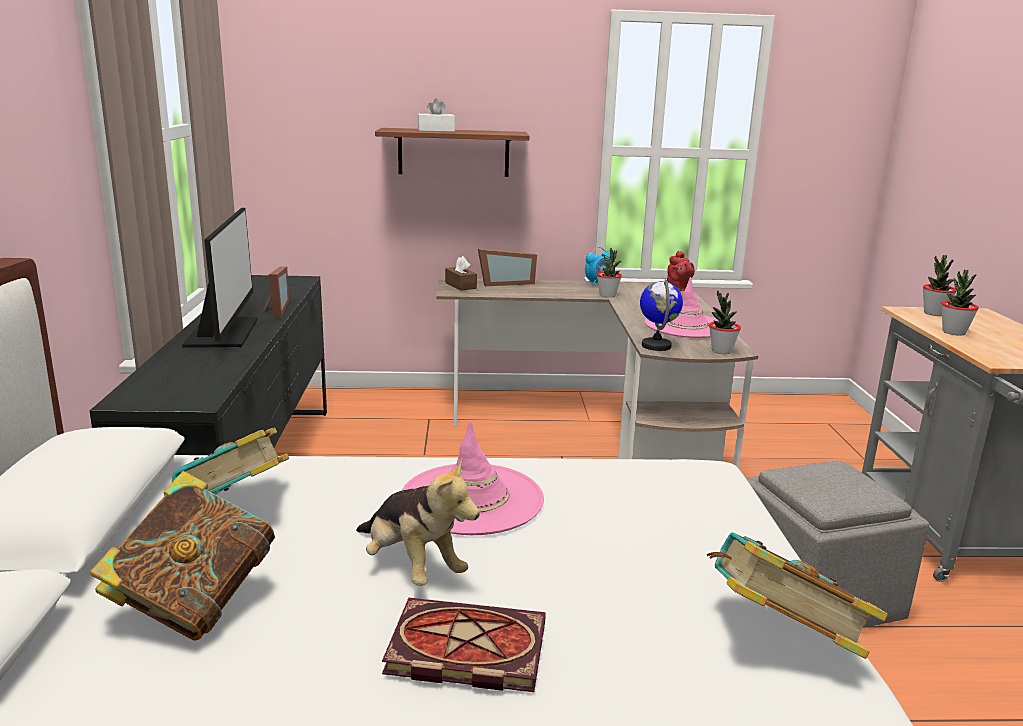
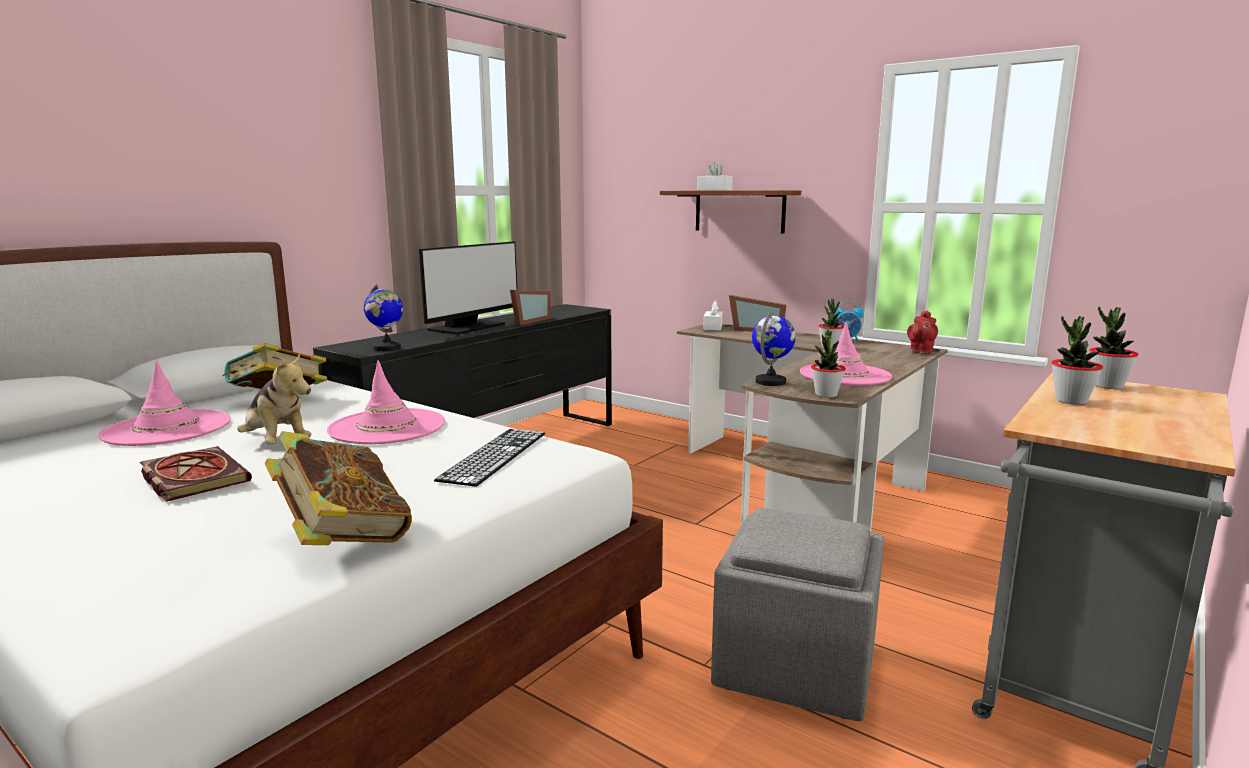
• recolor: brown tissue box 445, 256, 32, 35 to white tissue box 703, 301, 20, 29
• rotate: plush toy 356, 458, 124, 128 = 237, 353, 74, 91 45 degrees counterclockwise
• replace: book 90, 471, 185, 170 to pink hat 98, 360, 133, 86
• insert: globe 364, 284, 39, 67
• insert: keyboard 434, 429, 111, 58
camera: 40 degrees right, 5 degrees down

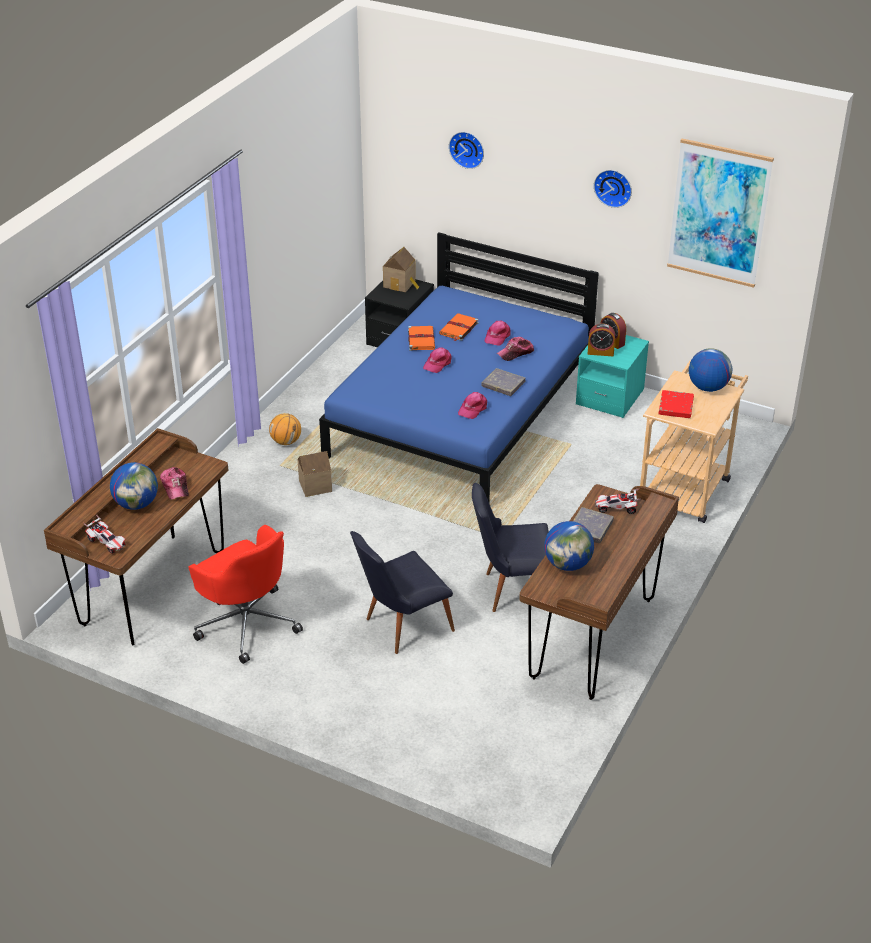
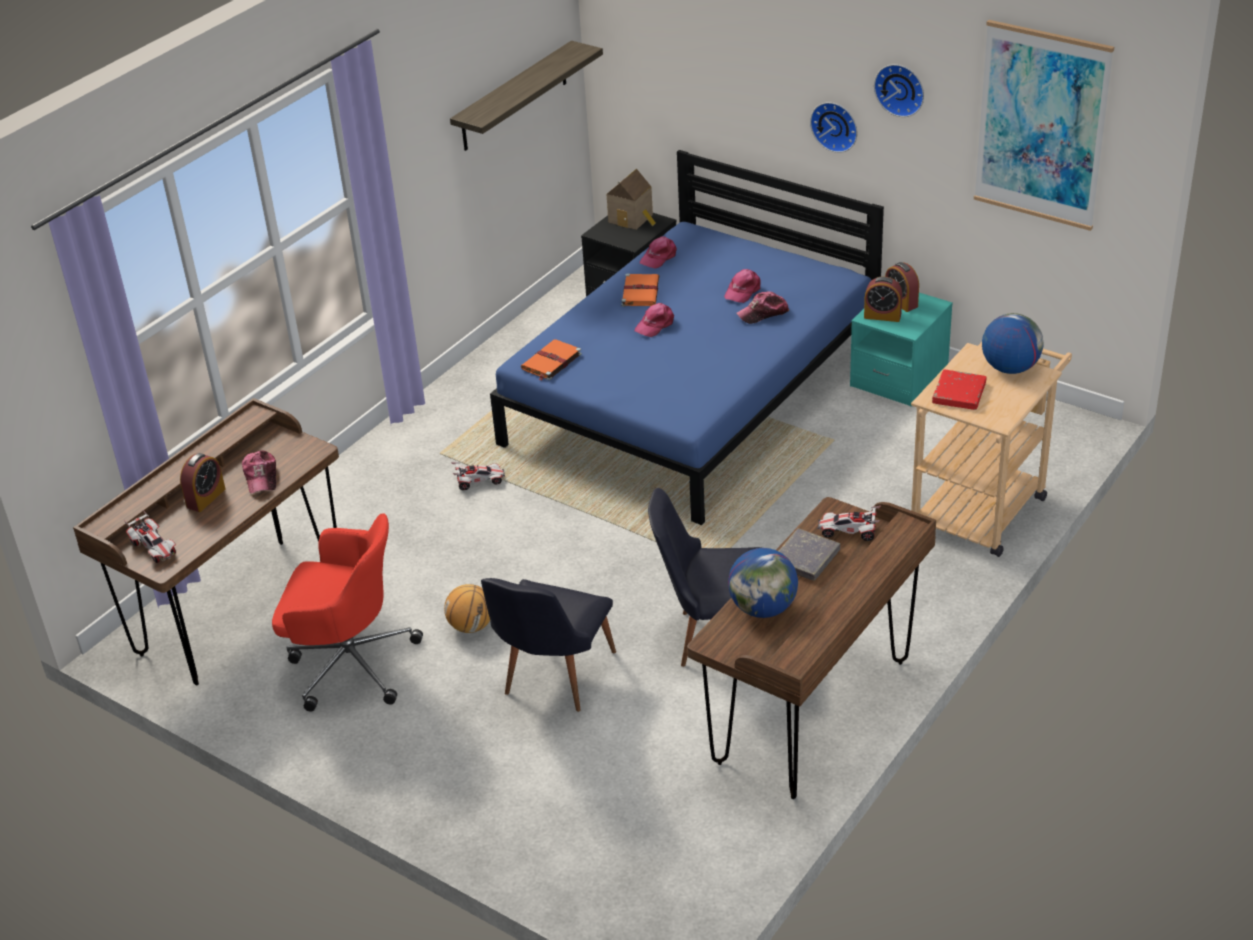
• move: wall clock 449, 132, 35, 37 to 810, 102, 47, 51
• move: orange book 439, 313, 40, 28 to 521, 339, 61, 42
• delete: grey book 481, 368, 44, 28
• move: pink cap 458, 392, 29, 27 to 640, 237, 37, 32
• move: basketball 269, 413, 32, 32 to 444, 584, 46, 49
• replace: toy house 297, 451, 35, 46 to toy car 451, 462, 54, 28
• replace: globe 110, 462, 48, 48 to alarm clock 180, 453, 45, 59
• rotate: red office chair 188, 525, 115, 139 = 272, 513, 151, 199 45 degrees counterclockwise
• rotate: black chair 350, 531, 105, 123 = 481, 578, 135, 134 45 degrees counterclockwise
• insert: shelf 450, 41, 153, 110
camera: 10 degrees right, 0 degrees up

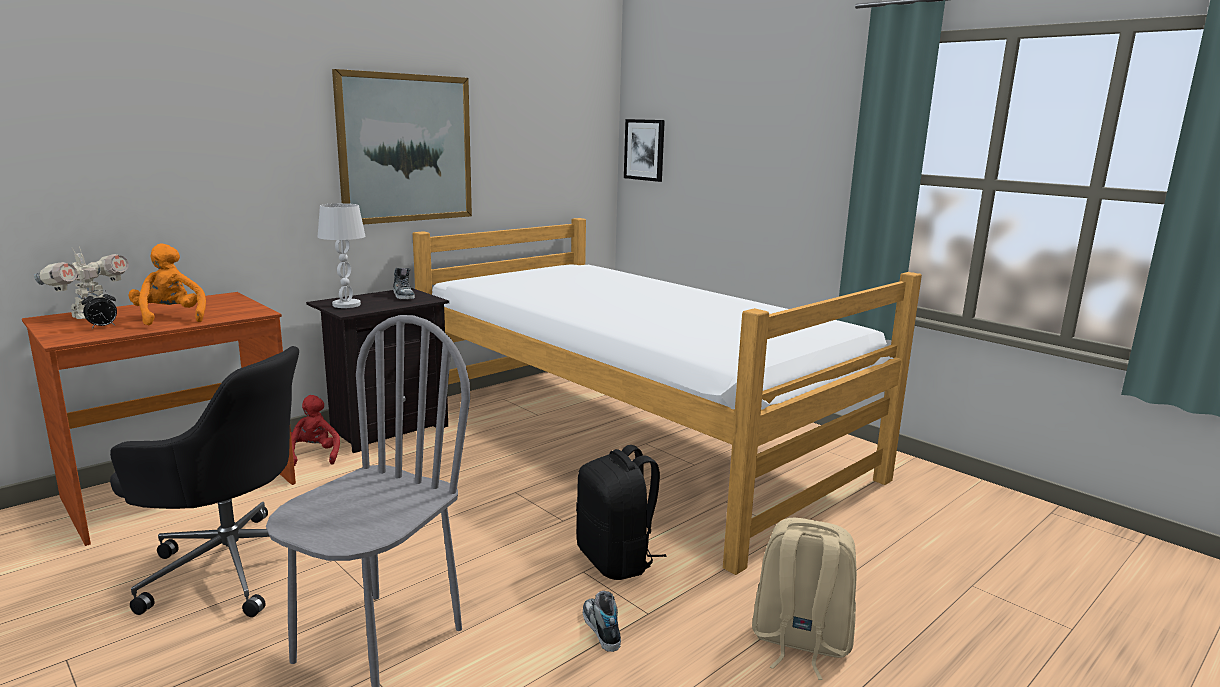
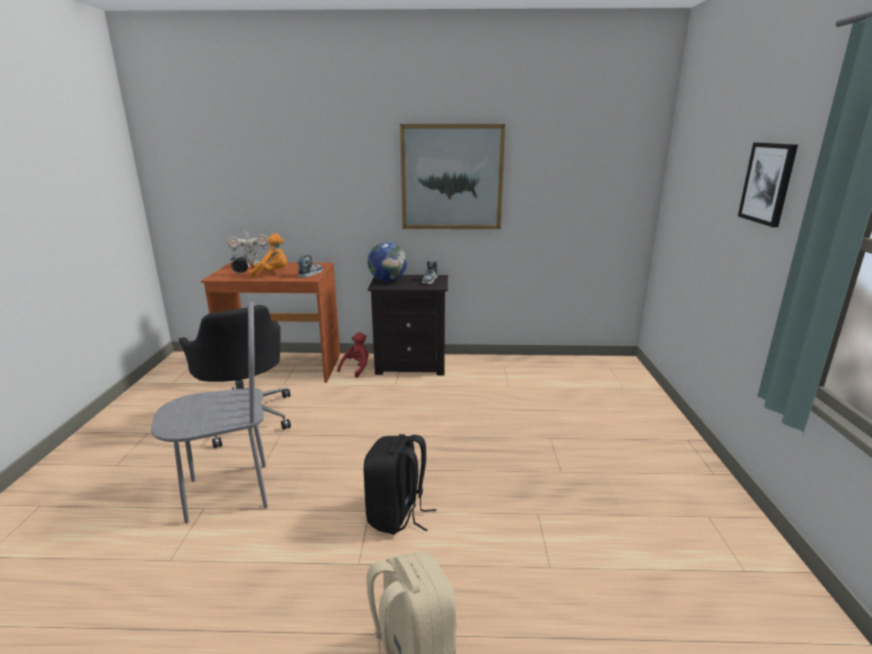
• move: picture 624, 119, 41, 63 to 738, 143, 60, 84
• replace: white table lamp 318, 203, 48, 105 to globe 368, 242, 39, 40
• delete: bed 413, 218, 509, 357
• rotate: orange plush toy 128, 243, 78, 83 = 249, 233, 38, 45 75 degrees clockwise
• move: shoe 583, 591, 38, 61 to 297, 254, 26, 24
camera: 45 degrees right, 5 degrees up

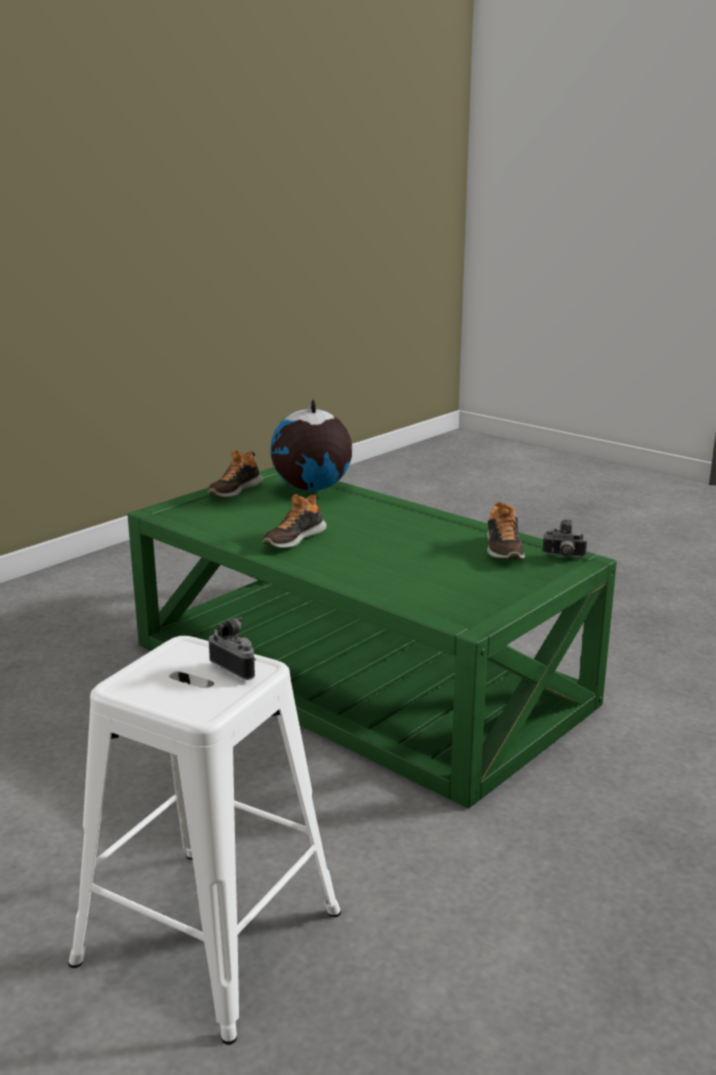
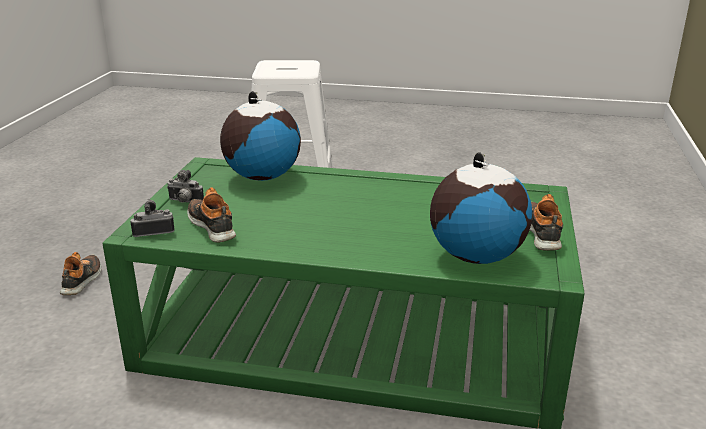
• move: shoe 263, 494, 64, 54 to 60, 252, 41, 43
• move: photo camera 209, 617, 47, 63 to 167, 170, 37, 33
• insert: globe 220, 91, 81, 90
camera: 150 degrees right, 5 degrees up

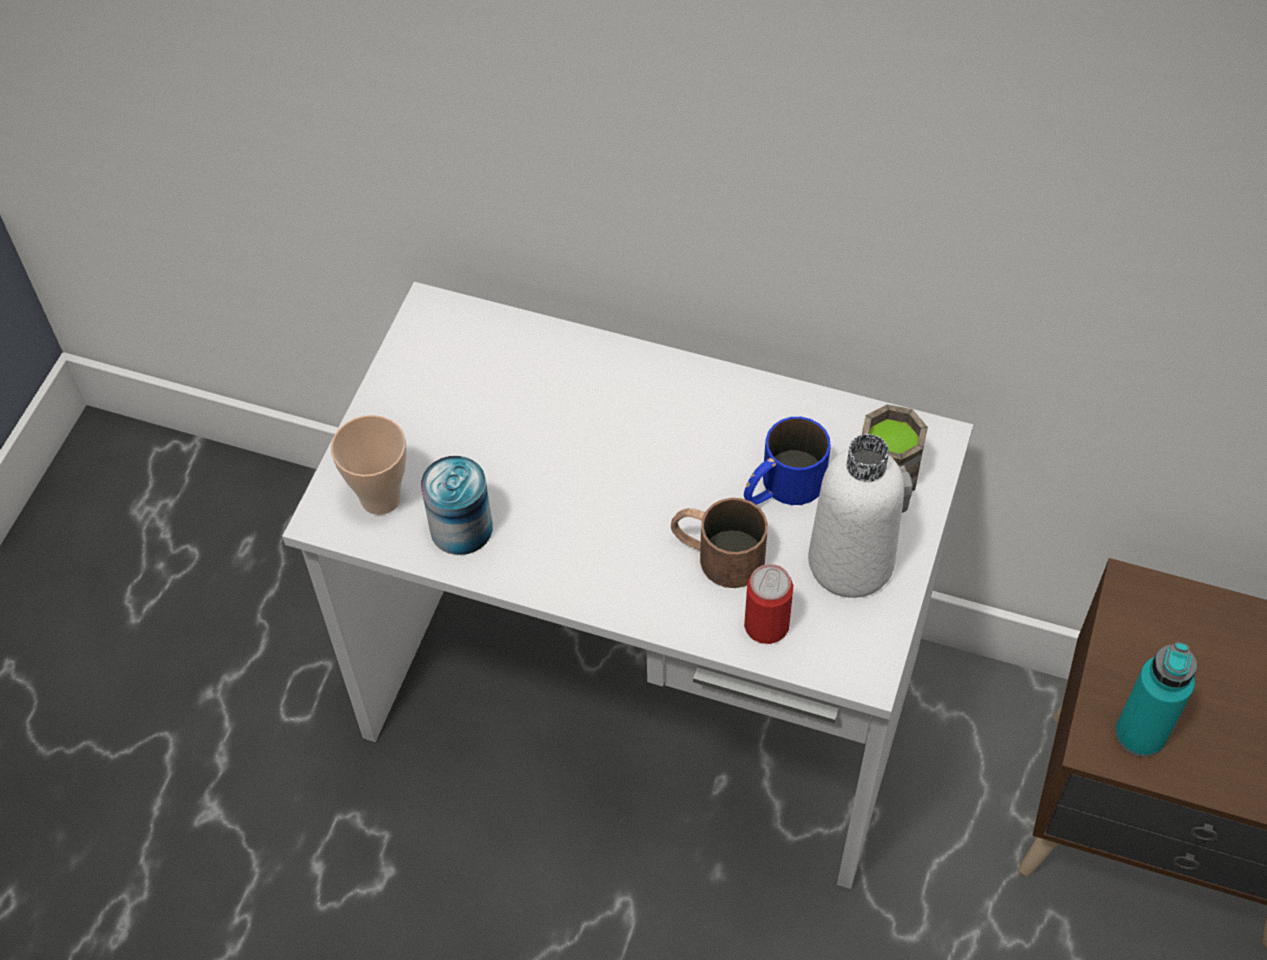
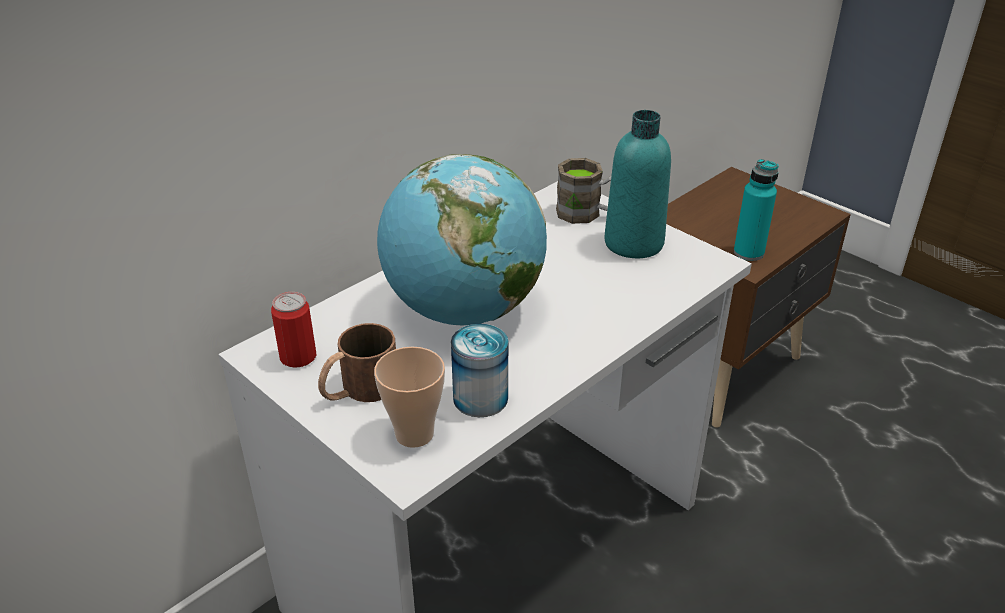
• delete: blue mug 744, 417, 87, 88
• recolor: white bottle 808, 434, 96, 164 to turquoise bottle 604, 110, 67, 148
• move: brown mug 671, 498, 97, 90 to 318, 323, 78, 79
• move: can 744, 564, 49, 80 to 271, 292, 45, 76
• insert: globe 377, 154, 170, 171
camera: 65 degrees left, 20 degrees down

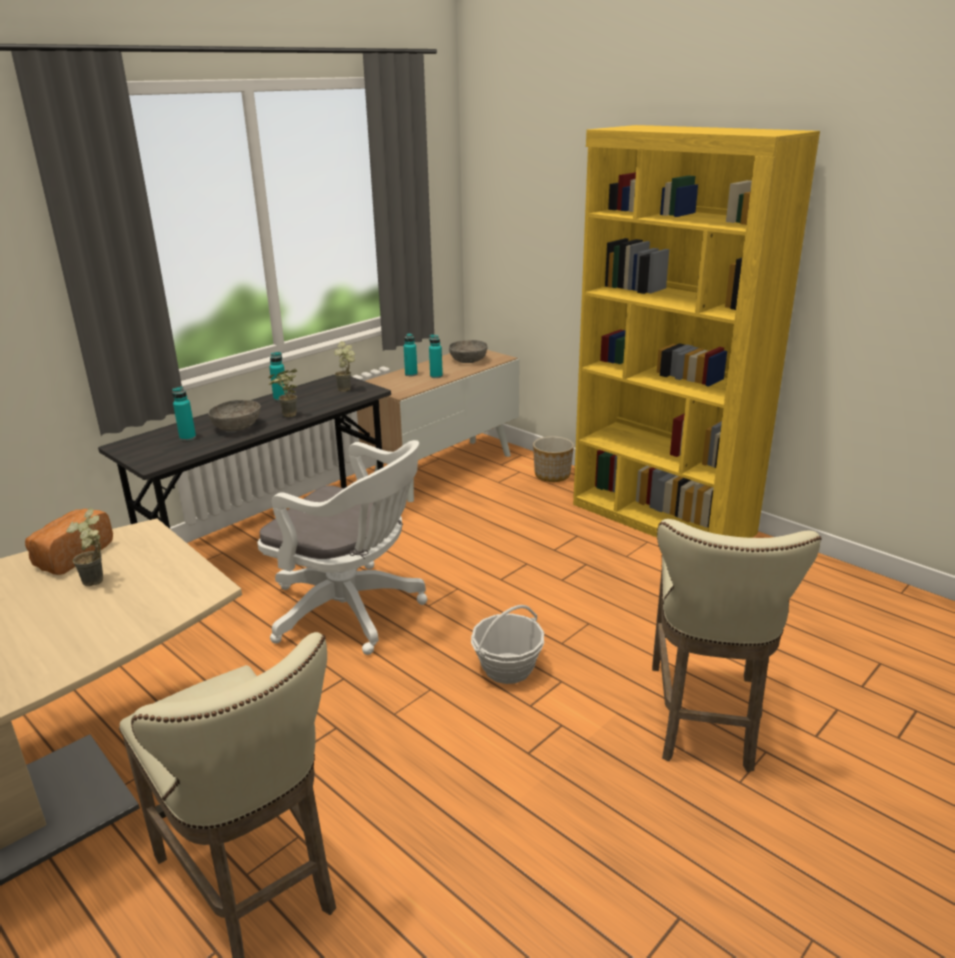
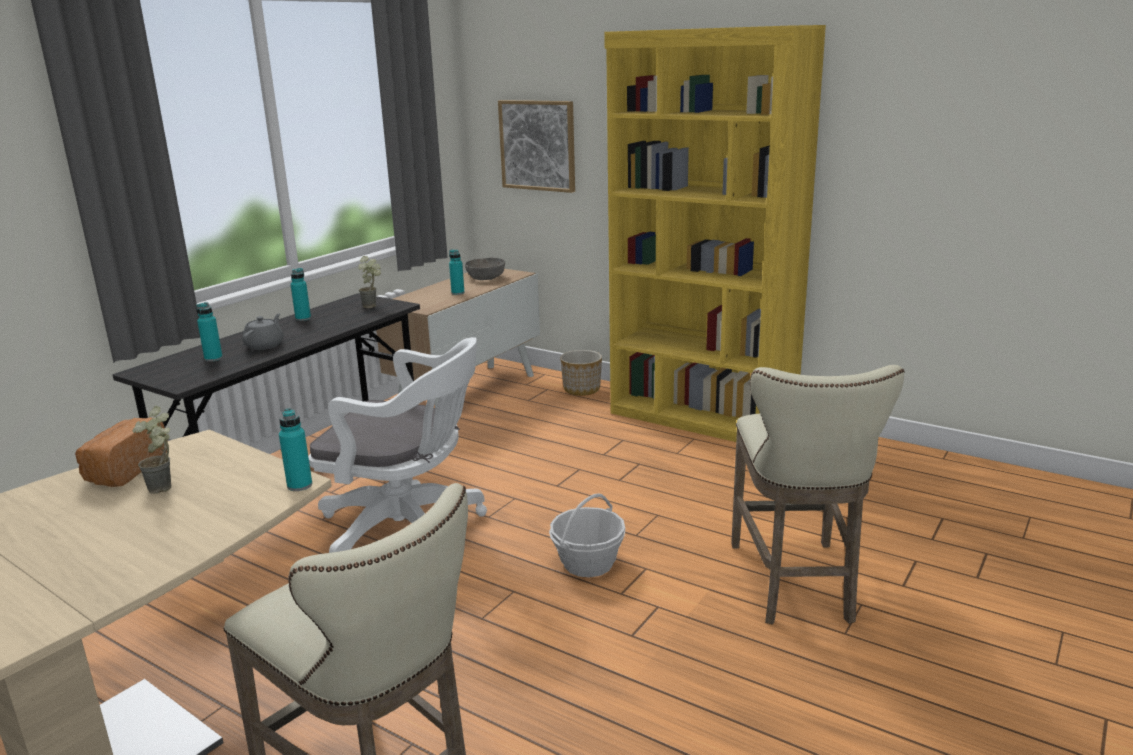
• move: turquoise bottle 404, 333, 14, 43 to 279, 408, 33, 83
• delete: potted plant 268, 369, 29, 48
• replace: grey bowl 208, 400, 53, 31 to grey teapot 243, 313, 41, 37
• insert: picture 498, 100, 77, 93
camera: 10 degrees left, 5 degrees down

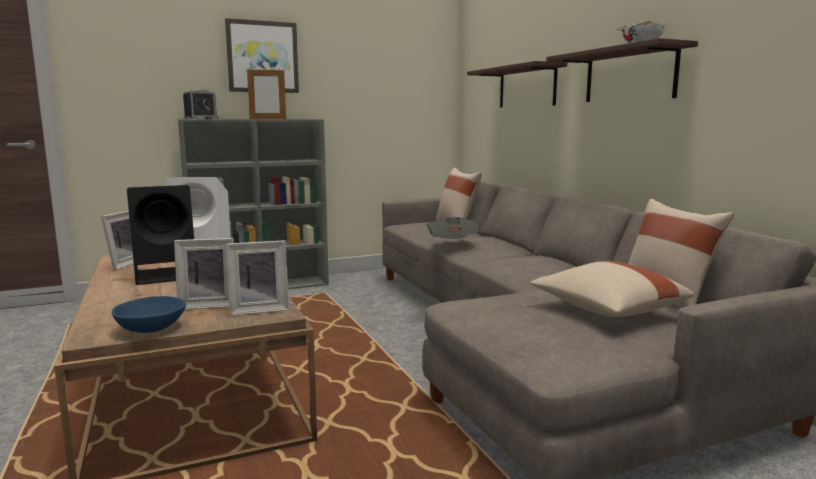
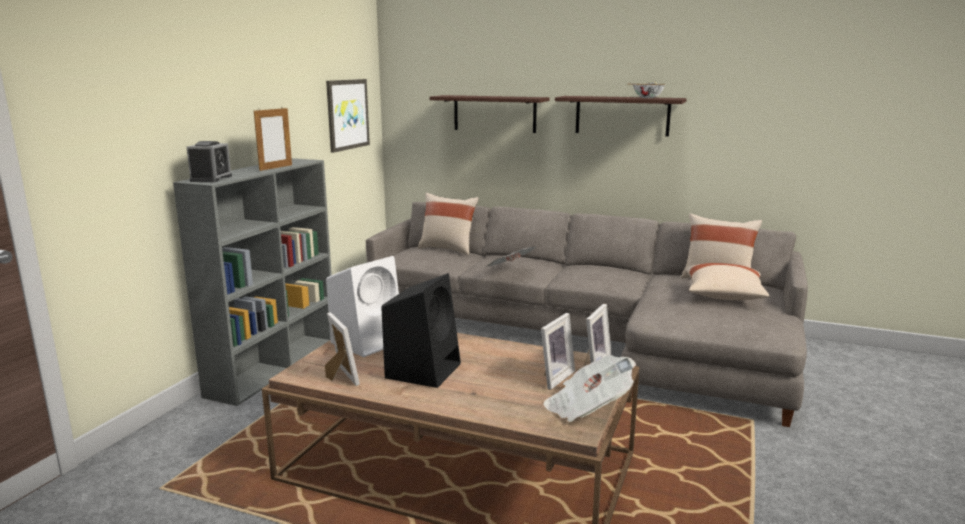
• move: picture 225, 18, 74, 75 to 326, 79, 44, 74
• replace: blue bowl 112, 296, 74, 37 to newspaper 543, 355, 93, 67
camera: 45 degrees left, 5 degrees up

